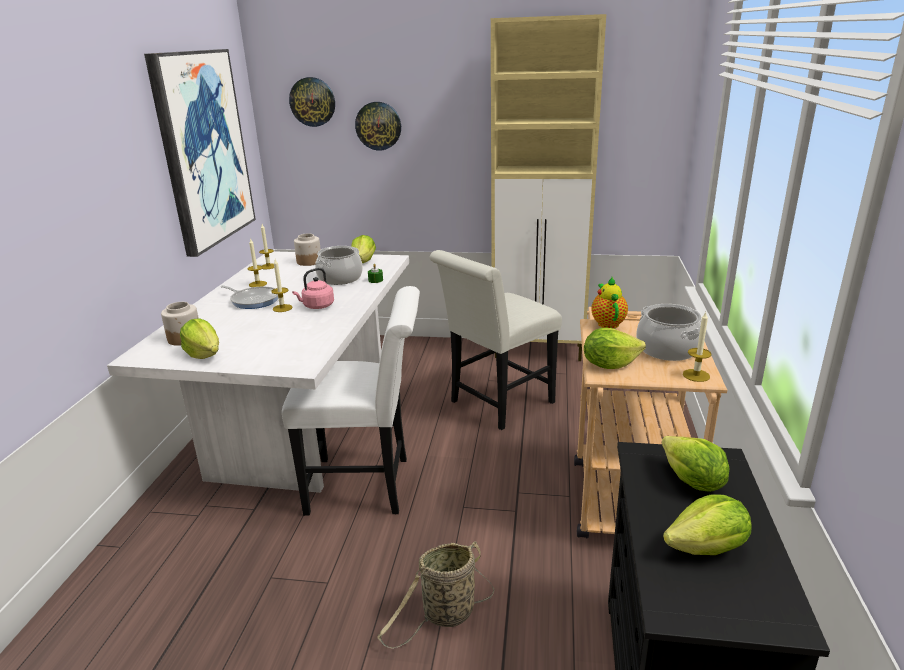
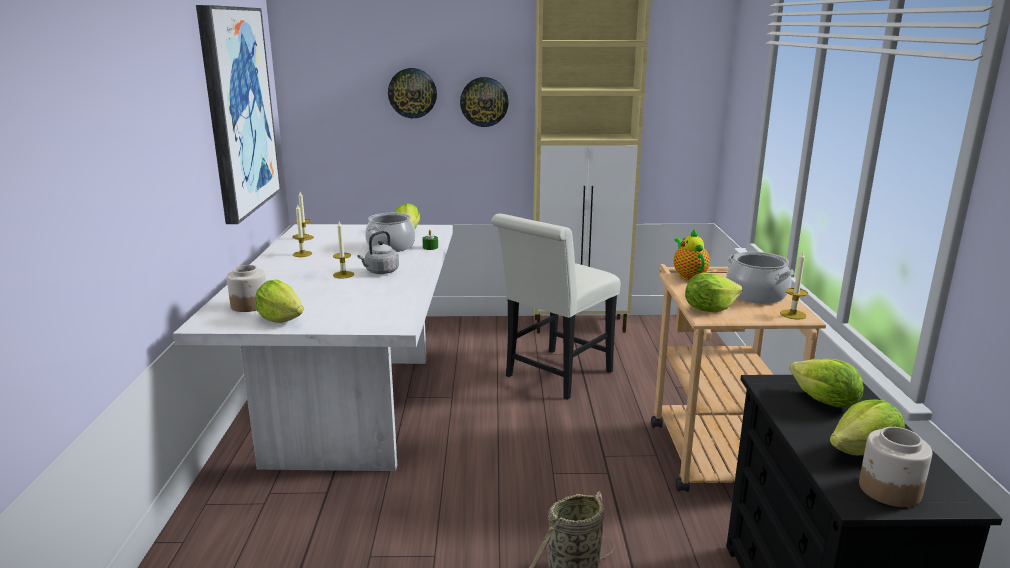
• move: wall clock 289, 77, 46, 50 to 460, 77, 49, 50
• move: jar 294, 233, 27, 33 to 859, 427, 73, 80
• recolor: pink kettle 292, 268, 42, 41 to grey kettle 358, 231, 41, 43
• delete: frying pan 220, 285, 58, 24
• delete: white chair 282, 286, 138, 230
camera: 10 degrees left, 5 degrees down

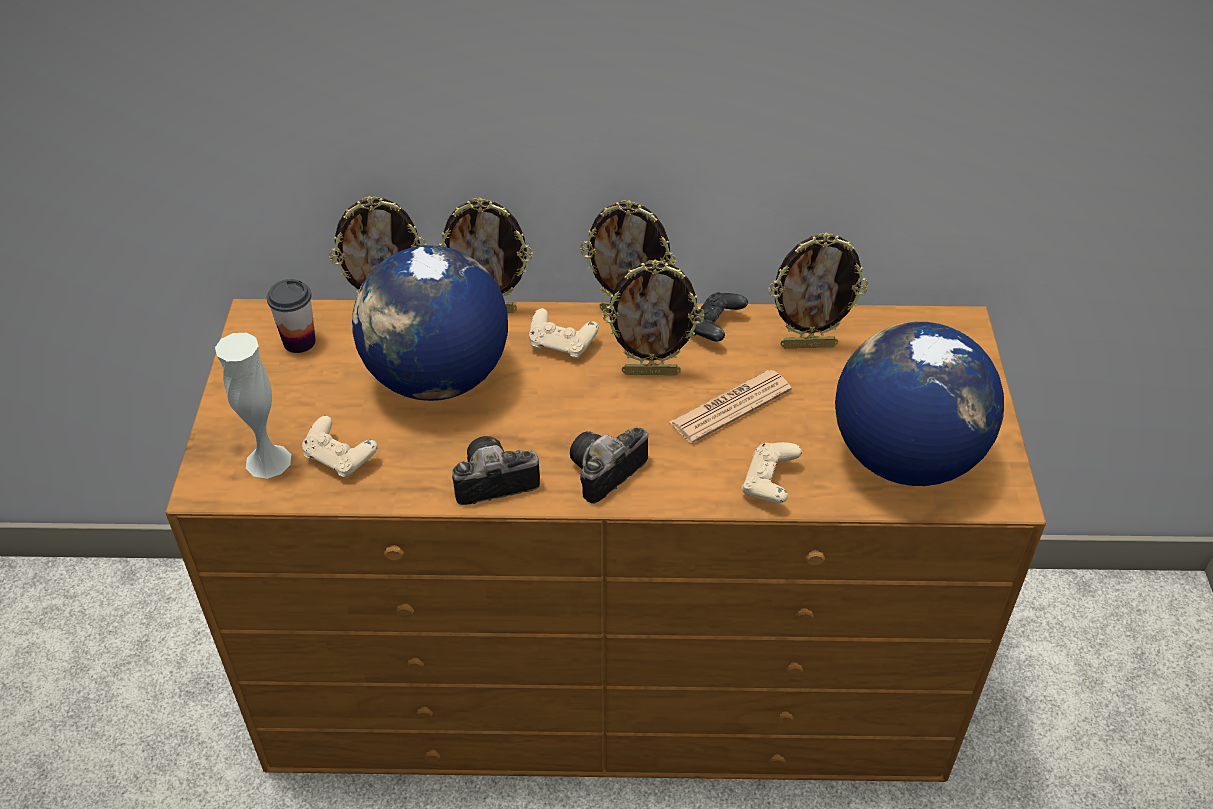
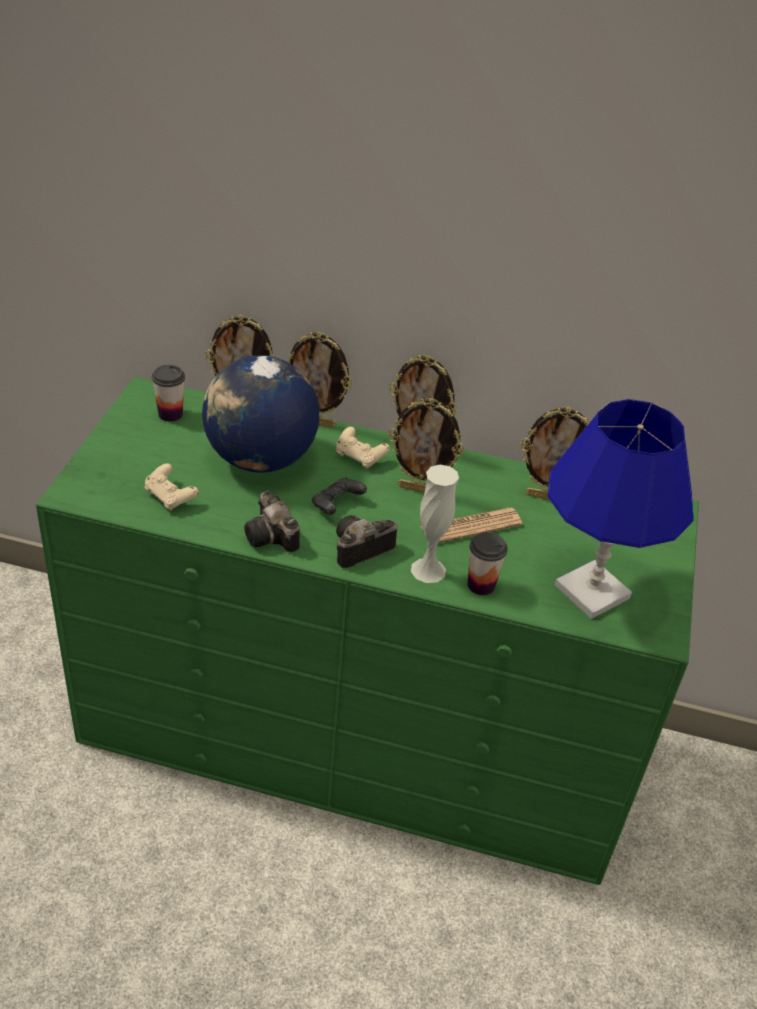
• move: black game controller 692, 292, 56, 50 to 312, 478, 55, 37
• recolor: brown dresser 165, 299, 881, 483 to green dresser 36, 377, 663, 508
• replace: globe 835, 322, 169, 164 to blue table lamp 548, 399, 146, 220
• move: white vase 215, 333, 76, 146 to 411, 465, 48, 118
• rotate: photo camera 452, 436, 88, 69 = 244, 491, 56, 62 120 degrees counterclockwise
• replace: beige game controller 742, 442, 60, 61 to cup 468, 532, 40, 63
camera: 10 degrees right, 5 degrees down

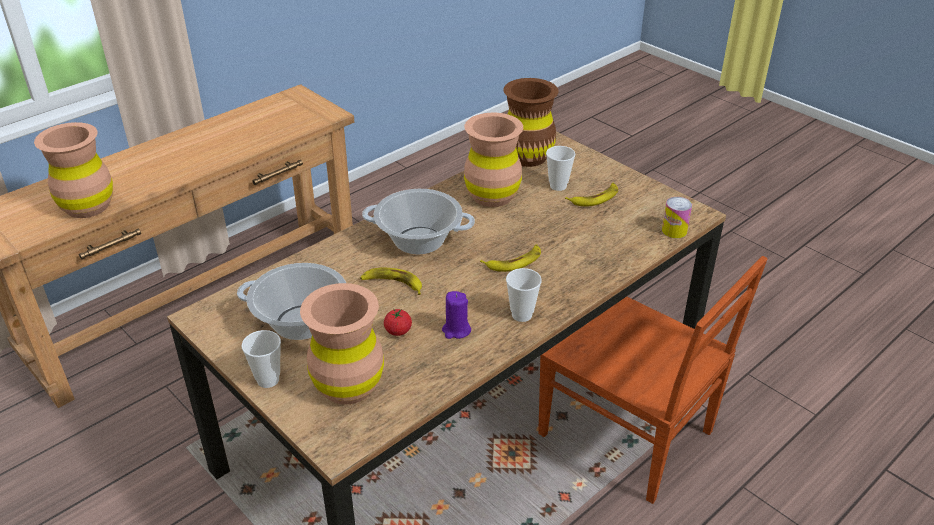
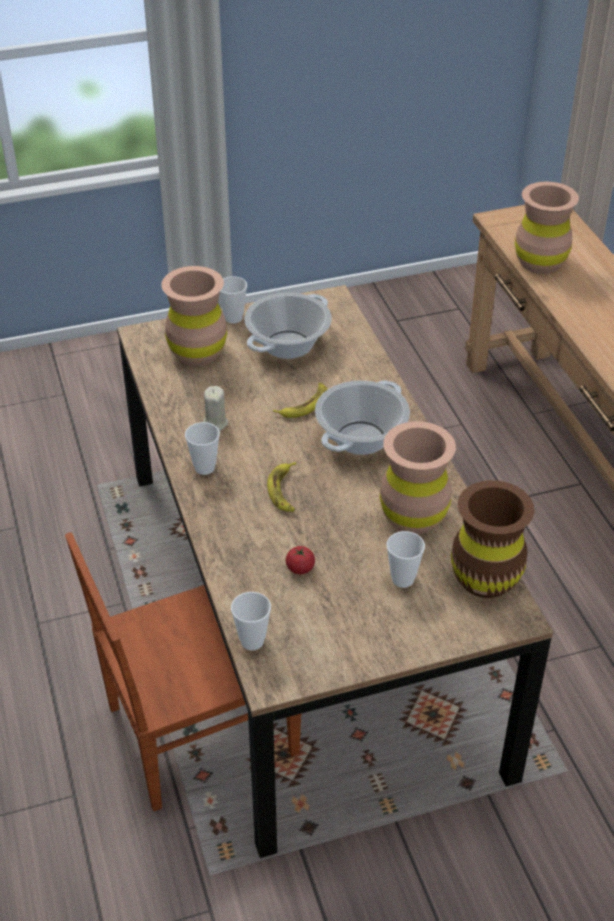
• delete: banana 565, 183, 53, 23
• replace: can 662, 197, 30, 41 to cup 231, 592, 40, 58
• recolor: purple candle 442, 291, 29, 48 to beige candle 203, 386, 25, 45
• move: tomato 384, 309, 28, 27 to 286, 546, 29, 28
camera: 115 degrees right, 5 degrees up

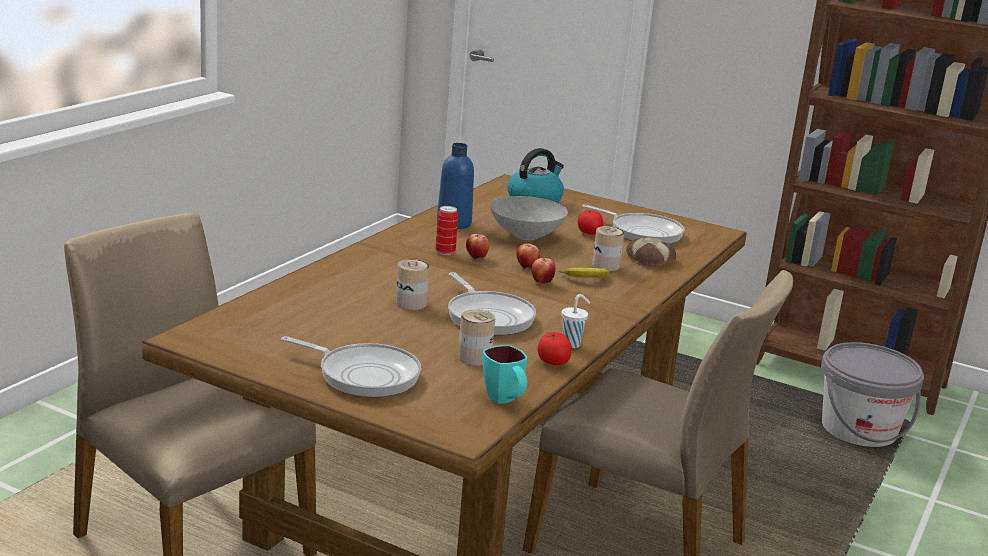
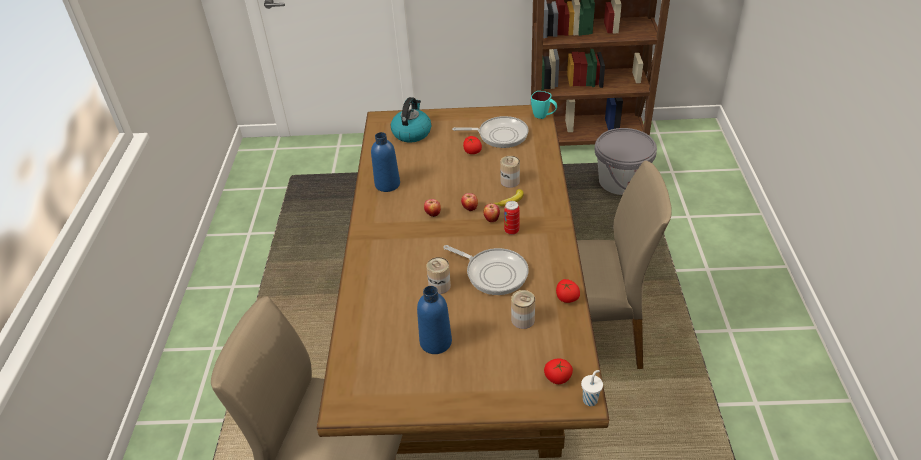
• delete: grey bowl 490, 196, 78, 44
• move: can 435, 206, 23, 49 to 504, 201, 16, 34
• delete: bread 626, 237, 50, 30
• move: white cup 561, 294, 29, 54 to 581, 370, 22, 36
• delete: frying pan 281, 336, 140, 61
• move: turquoise mug 482, 345, 45, 59 to 531, 91, 26, 28
• insert: blue bottle 417, 286, 35, 68
• insert: tomato 544, 358, 29, 26
camera: 25 degrees left, 20 degrees up

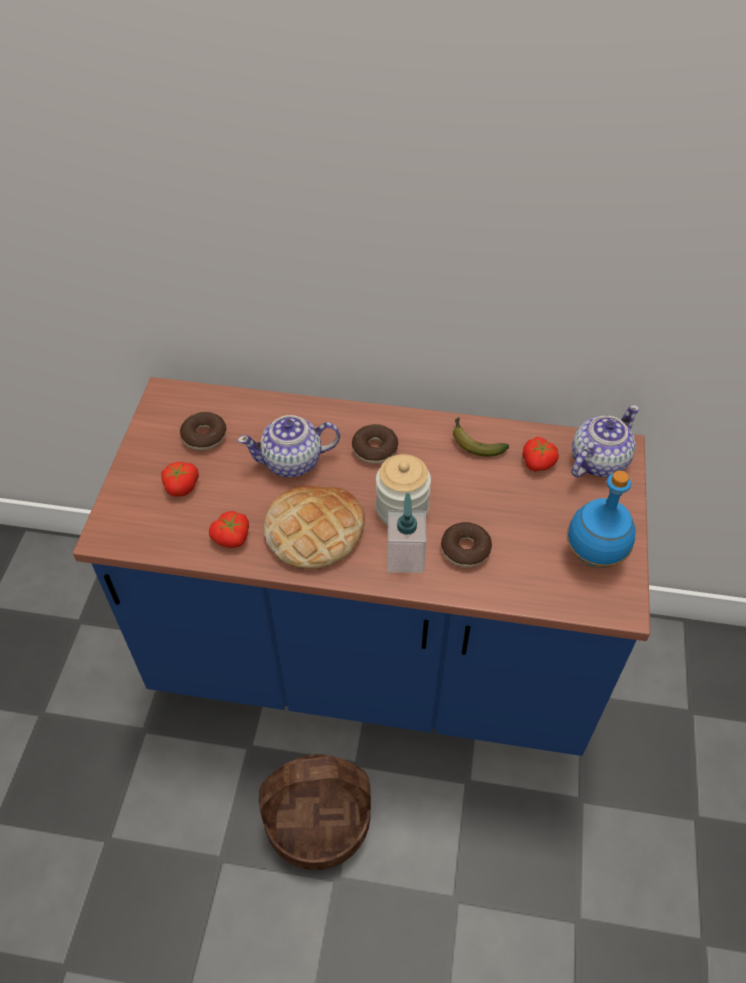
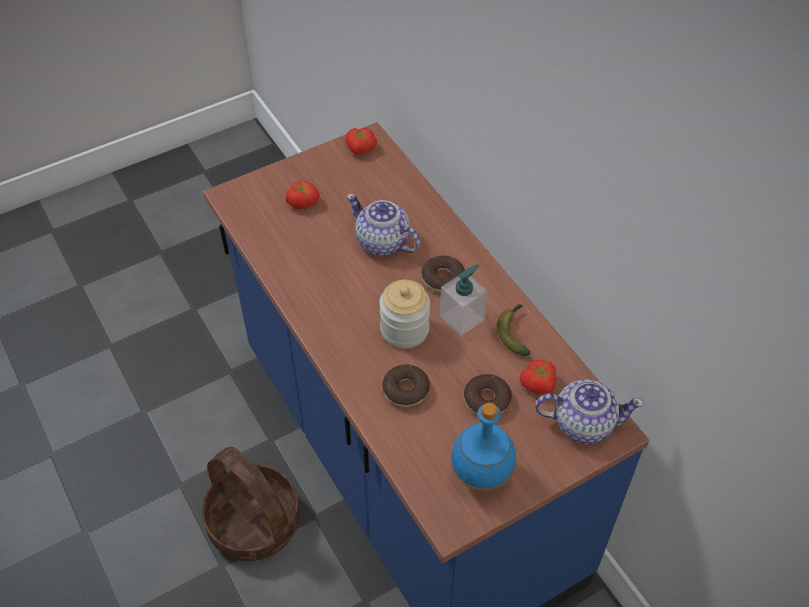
• move: donut 180, 412, 46, 38 to 464, 374, 48, 40
• delete: bread 263, 486, 102, 83
• move: soap dispenser 387, 493, 39, 80 to 440, 264, 47, 72
• move: tomato 209, 511, 40, 37 to 346, 128, 31, 27
camera: 50 degrees right, 0 degrees up

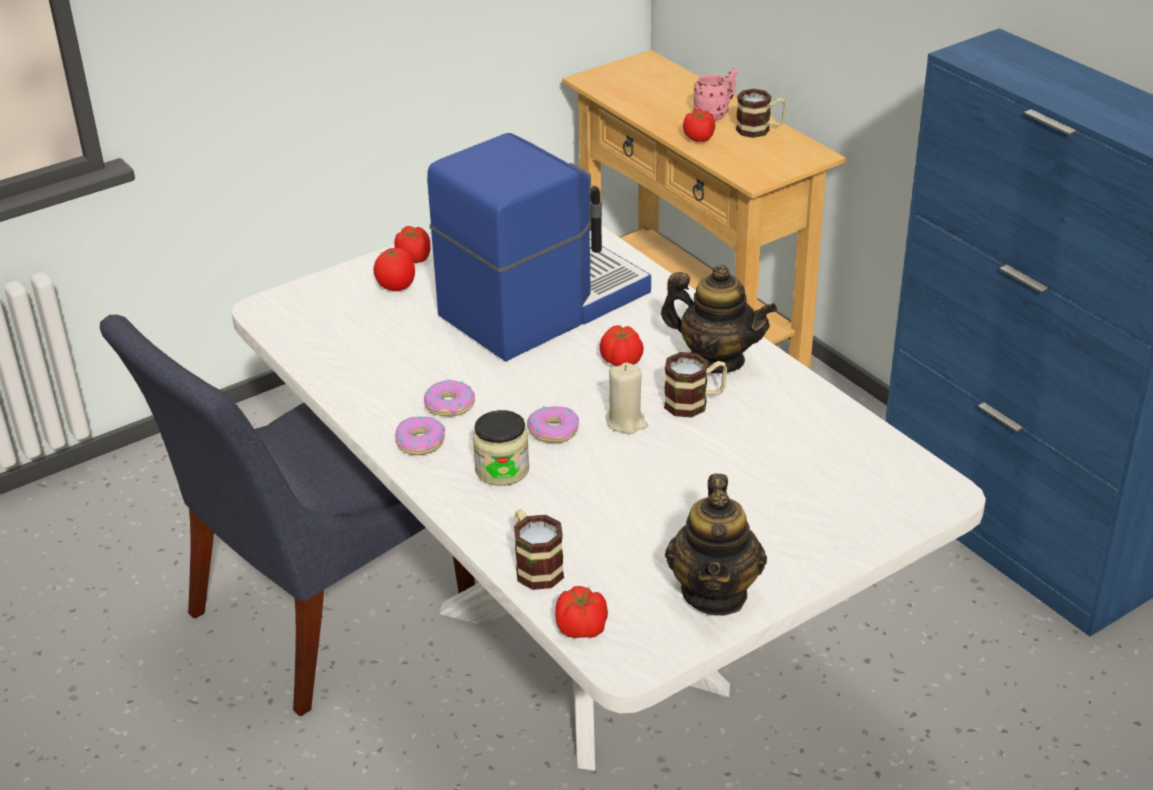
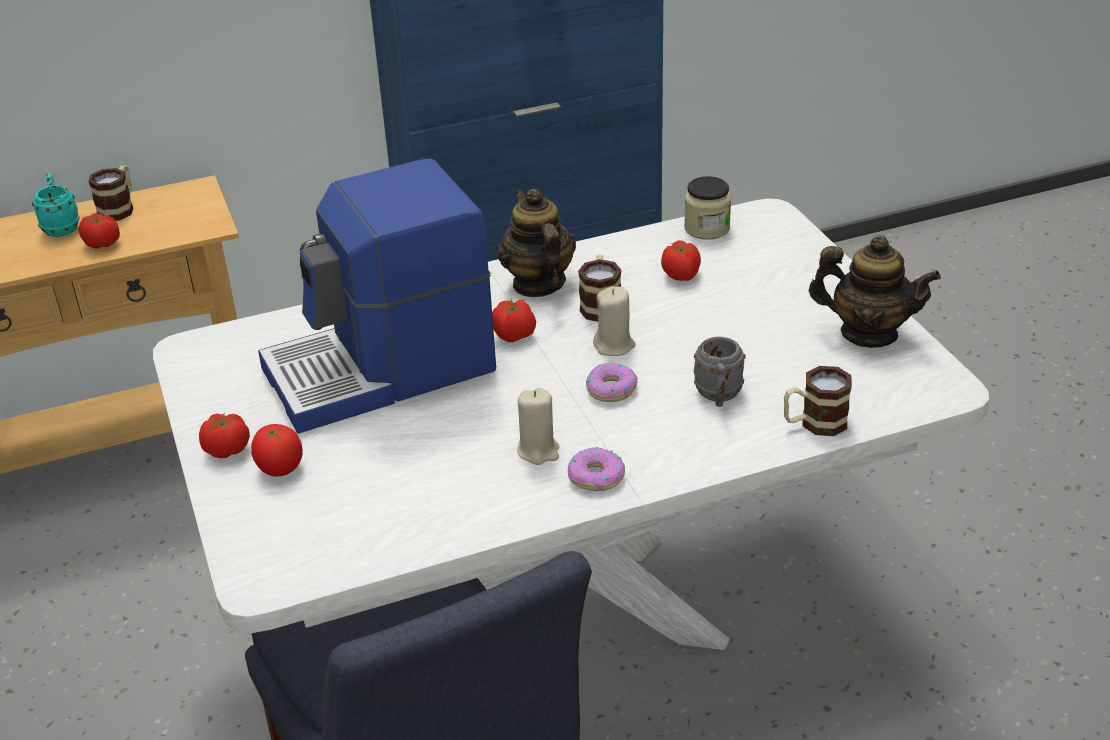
• recolor: pink mug 694, 69, 43, 51 to turquoise mug 32, 173, 47, 64
• rotate: coffee machine 427, 133, 224, 228 = 258, 158, 238, 276 90 degrees counterclockwise
• rotate: teapot 661, 265, 116, 108 = 498, 188, 78, 109 60 degrees counterclockwise
• replace: donut 424, 379, 51, 37 to beige candle 517, 388, 42, 77
• move: jar 473, 410, 56, 76 to 684, 176, 47, 64
• move: tomato 555, 586, 53, 52 to 661, 240, 40, 41
• insert: grey mug 694, 337, 52, 70
camera: 75 degrees left, 0 degrees up

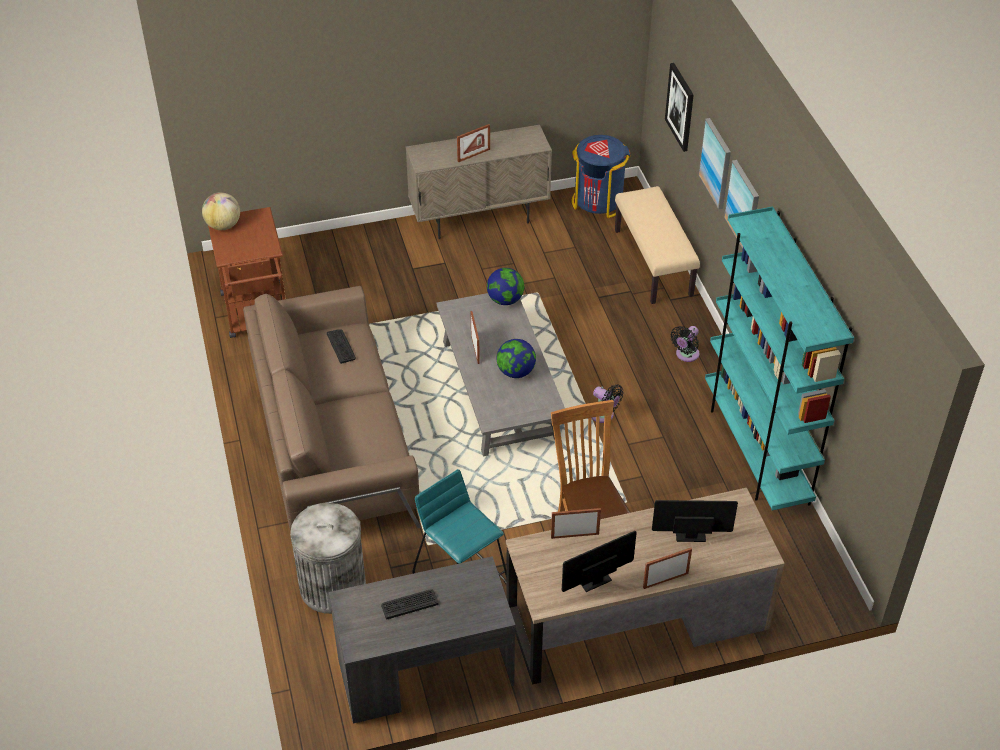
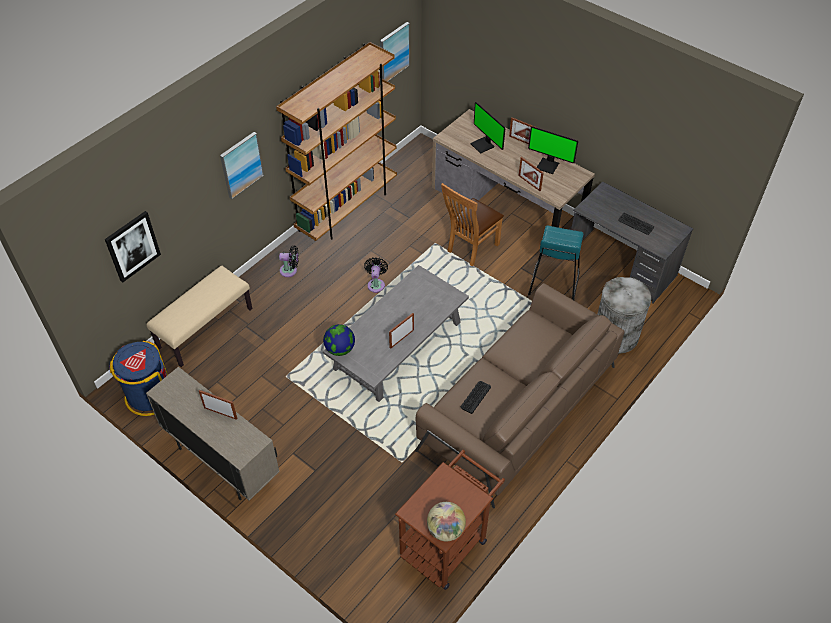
• move: picture 699, 118, 32, 92 to 380, 22, 30, 59
• recolor: turquoise bookcase 705, 207, 149, 303 to brown bookcase 276, 42, 121, 199
• delete: globe 497, 339, 39, 39
camera: 125 degrees left, 5 degrees up

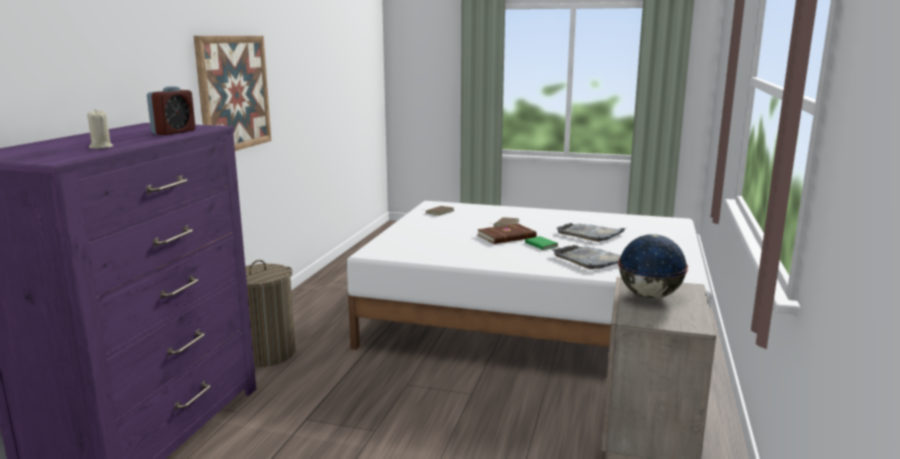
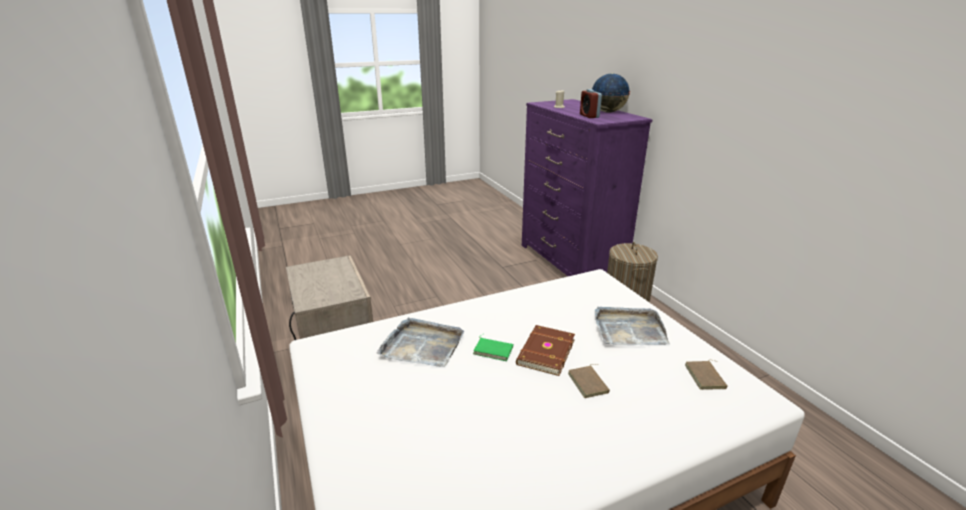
• delete: picture 194, 36, 77, 115
• move: grey tray 556, 223, 69, 19 to 595, 306, 75, 40
• move: globe 618, 234, 70, 65 to 592, 74, 38, 39
camera: 140 degrees right, 10 degrees up

